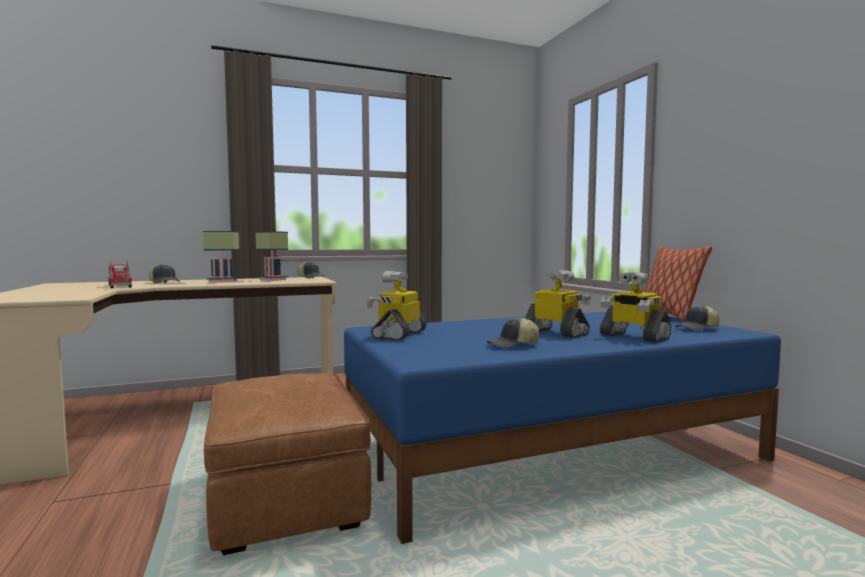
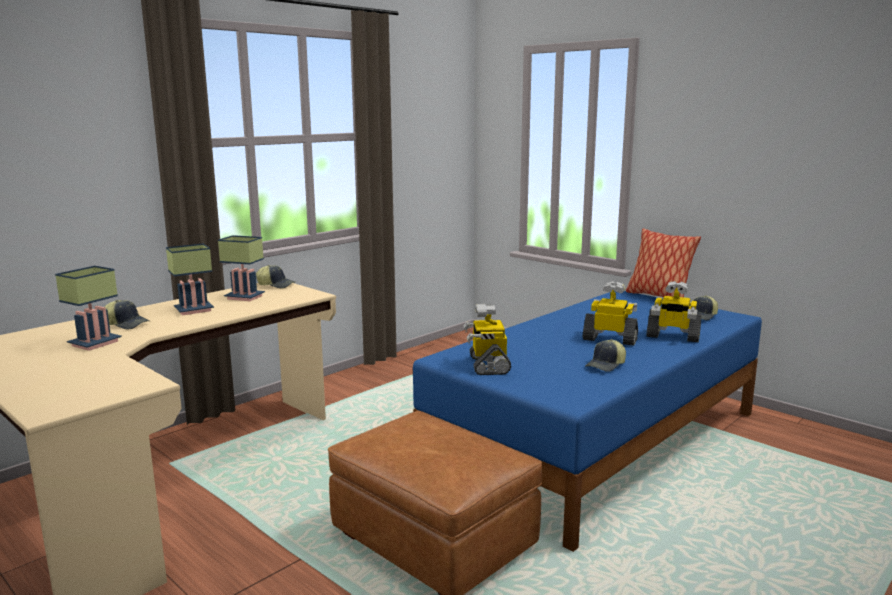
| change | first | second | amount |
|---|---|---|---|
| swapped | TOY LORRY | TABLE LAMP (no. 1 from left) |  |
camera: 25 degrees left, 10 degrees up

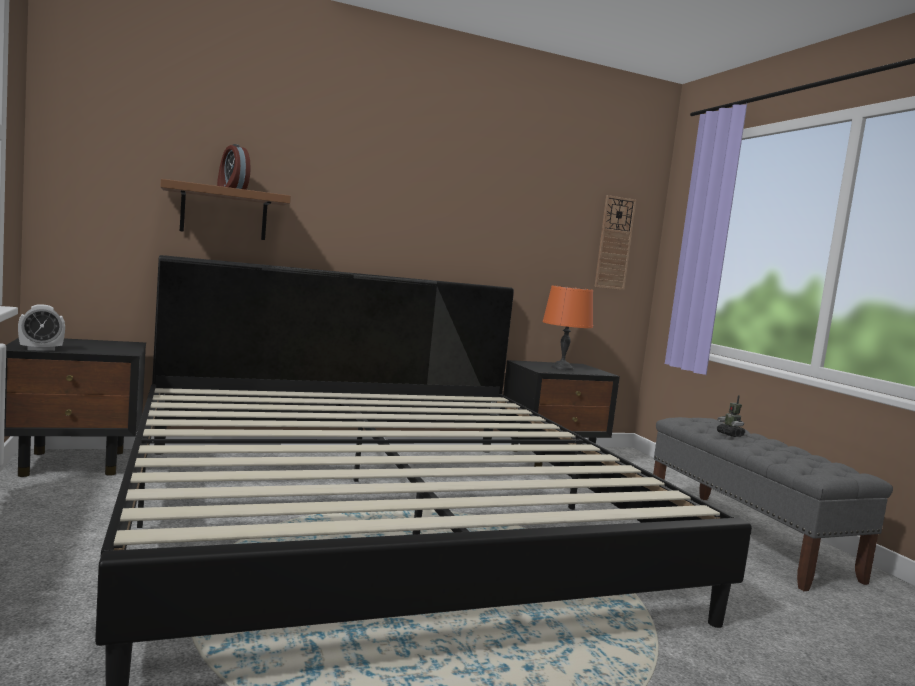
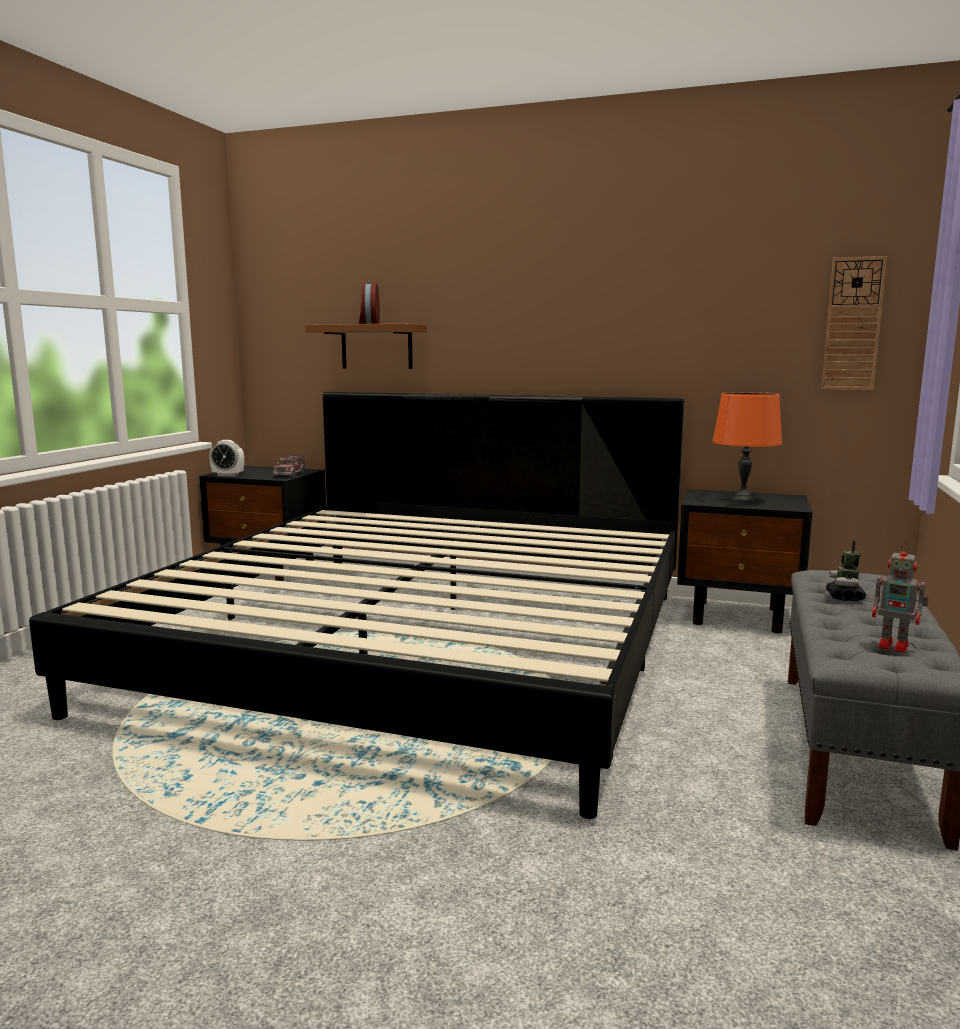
| change | first | second | amount |
|---|---|---|---|
| new |  | TOY LORRY |  |
| new |  | ROBOT FIGURE (no. 2 from left) |  |
camera: 40 degrees right, 5 degrees up

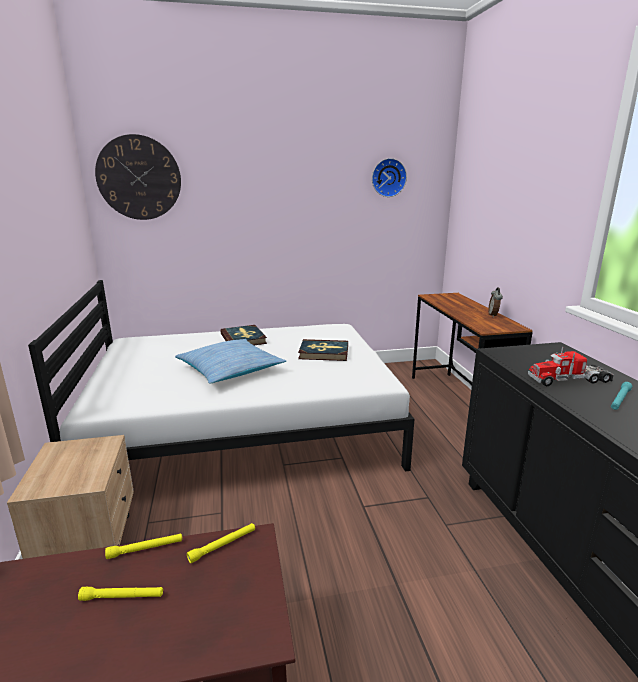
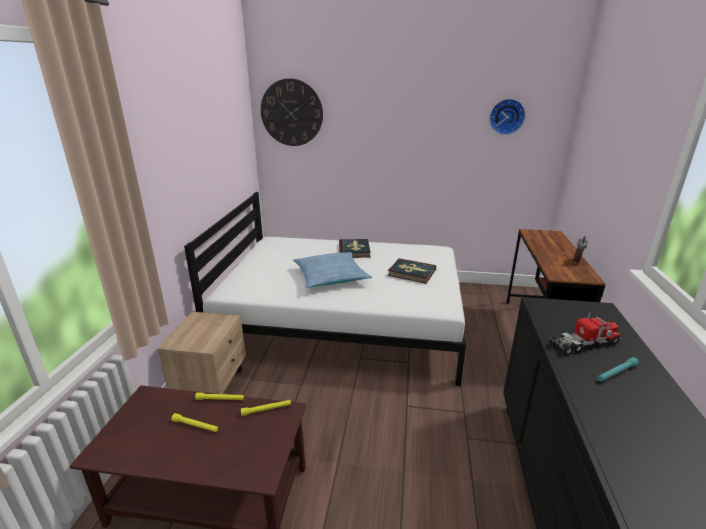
| change | first | second | amount |
|---|---|---|---|
| rotated | TOY LORRY |  | 150 degrees clockwise |
camera: 20 degrees right, 5 degrees up

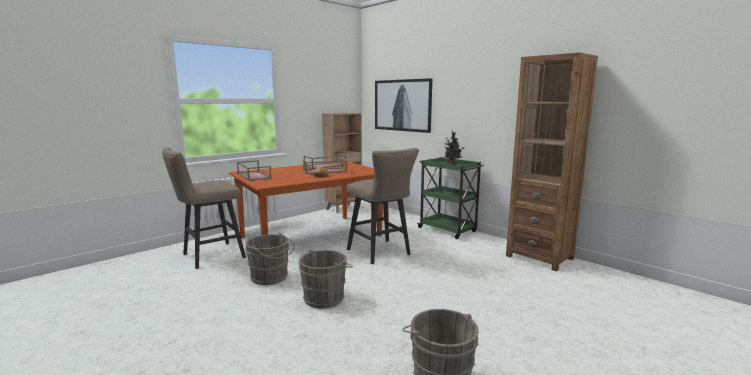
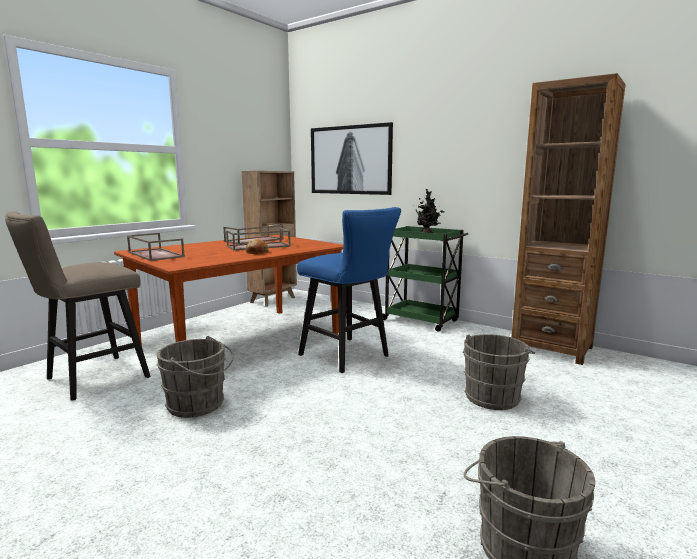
| change | first | second | amount |
|---|---|---|---|
| repainted | BEIGE-COLOURED STOOL (no. 2 from left) | BLUE STOOL |  |
| shifted | GREY WATER BUCKET (no. 2 from left) |  |  |
camera: 10 degrees left, 0 degrees up

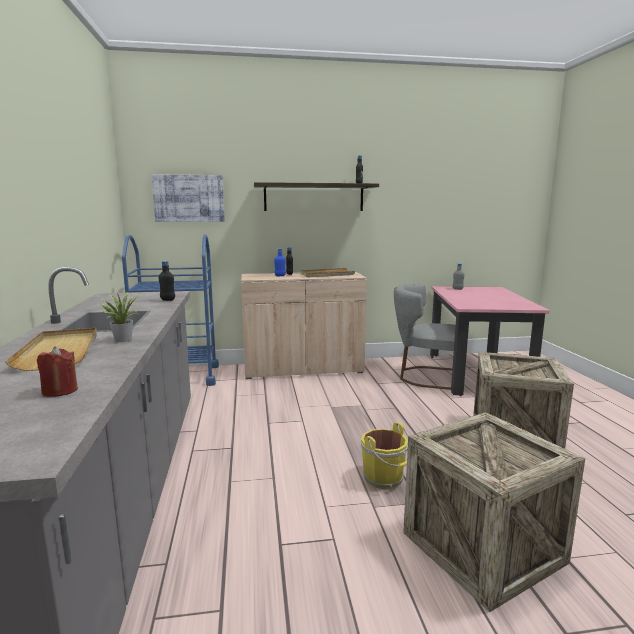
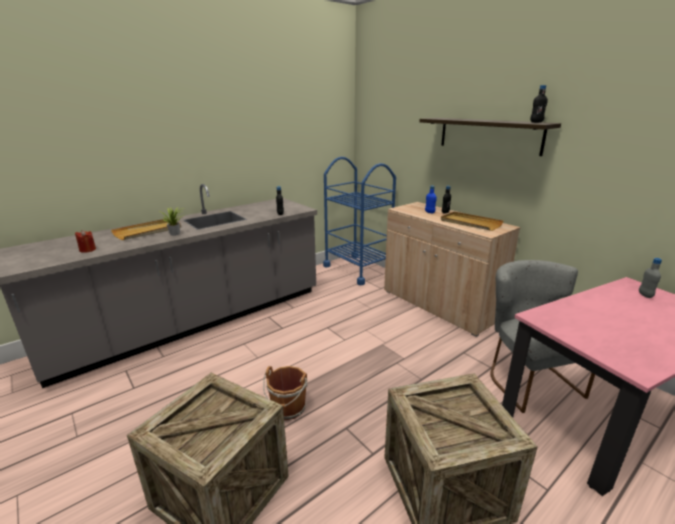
| change | first | second | amount |
|---|---|---|---|
| gone | WALL PICTURE |  |  |
| repainted | YELLOW-COLOURED WATER BUCKET | BROWN WATER BUCKET |  |
camera: 60 degrees right, 10 degrees up

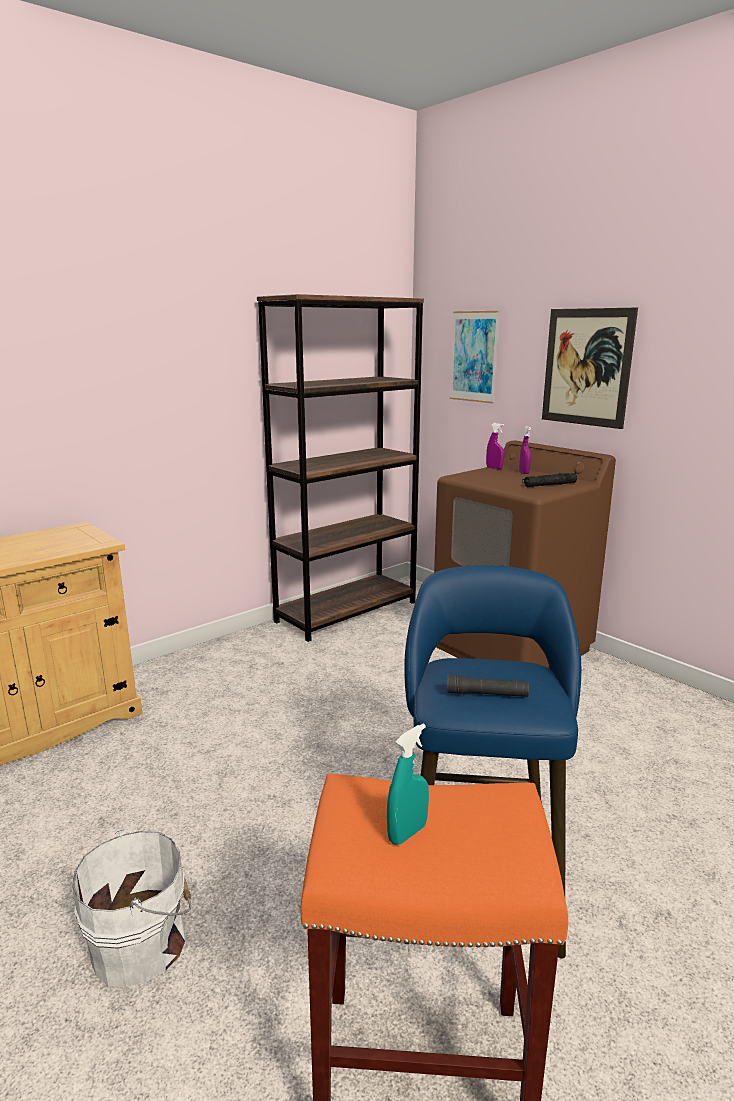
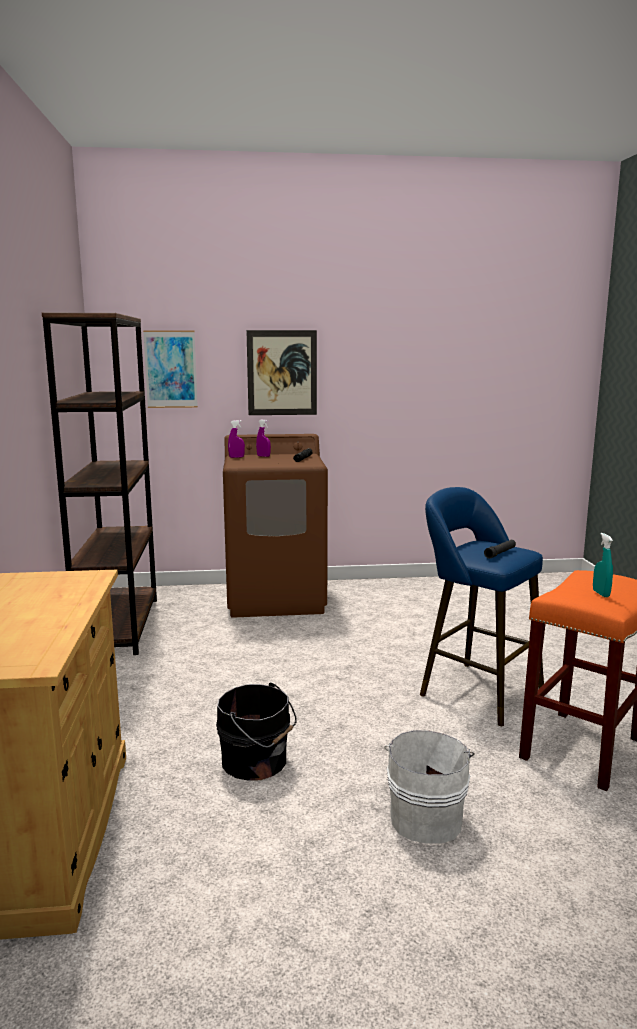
| change | first | second | amount |
|---|---|---|---|
| new |  | BLACK-COLOURED WATER BUCKET |  |
camera: 55 degrees left, 5 degrees down

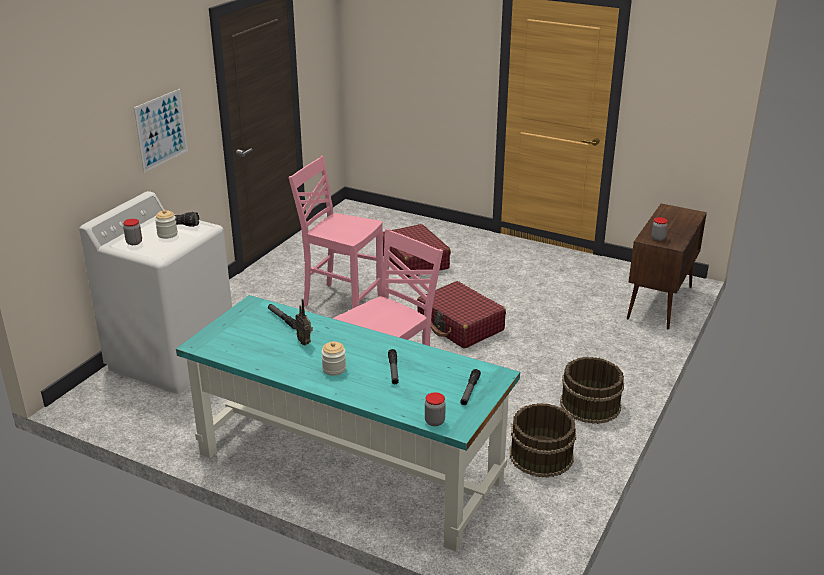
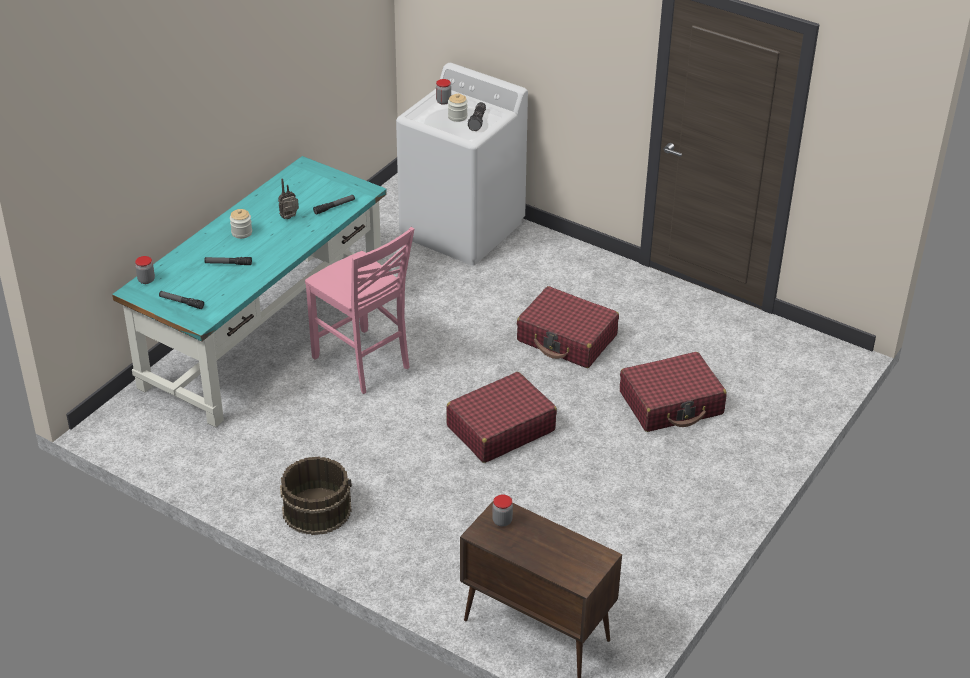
| change | first | second | amount |
|---|---|---|---|
| gone | WALL PICTURE |  |  |
| swapped | PINK-COLOURED PLAIN CHAIR (no. 1 from left) | RED-COLOURED TRAVEL CASE (no. 2 from left) |  |
| gone | BROWN WATER BUCKET (no. 1 from left) |  |  |
camera: 95 degrees right, 10 degrees up

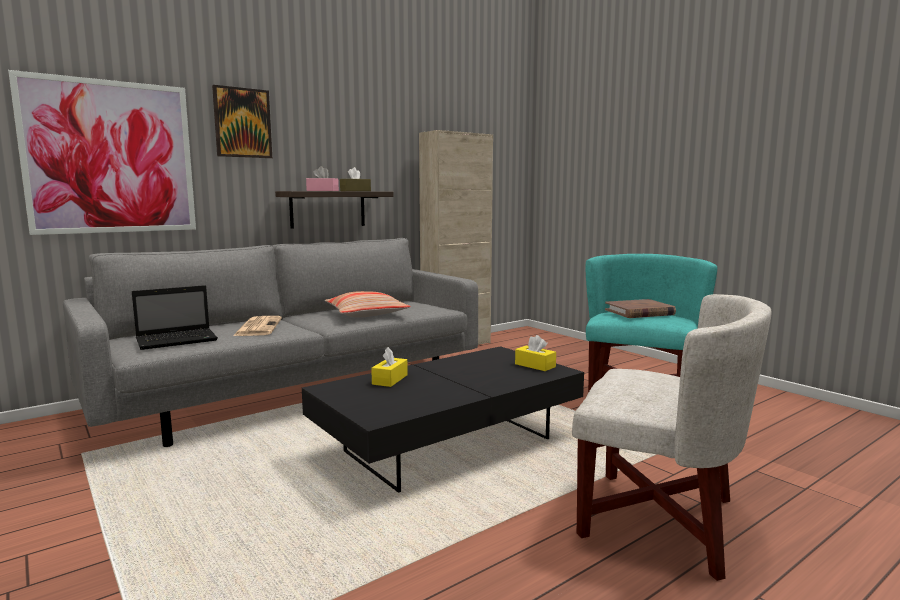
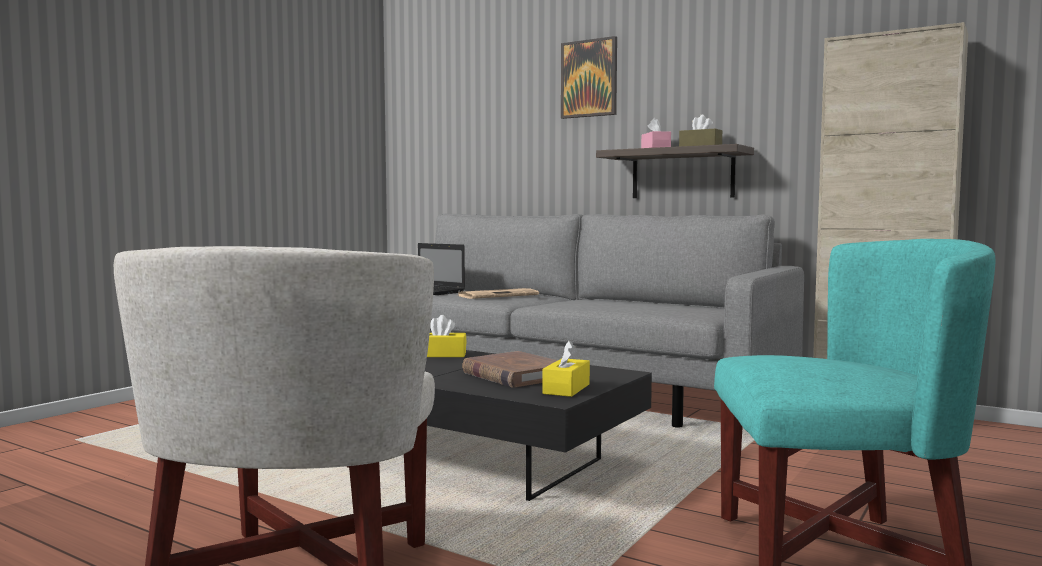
| change | first | second | amount |
|---|---|---|---|
| gone | WALL PICTURE (no. 1 from left) |  |  |
| gone | CUSHION |  |  |
| shifted | BROWN BOUND BOOK |  |  |
camera: 70 degrees right, 5 degrees down

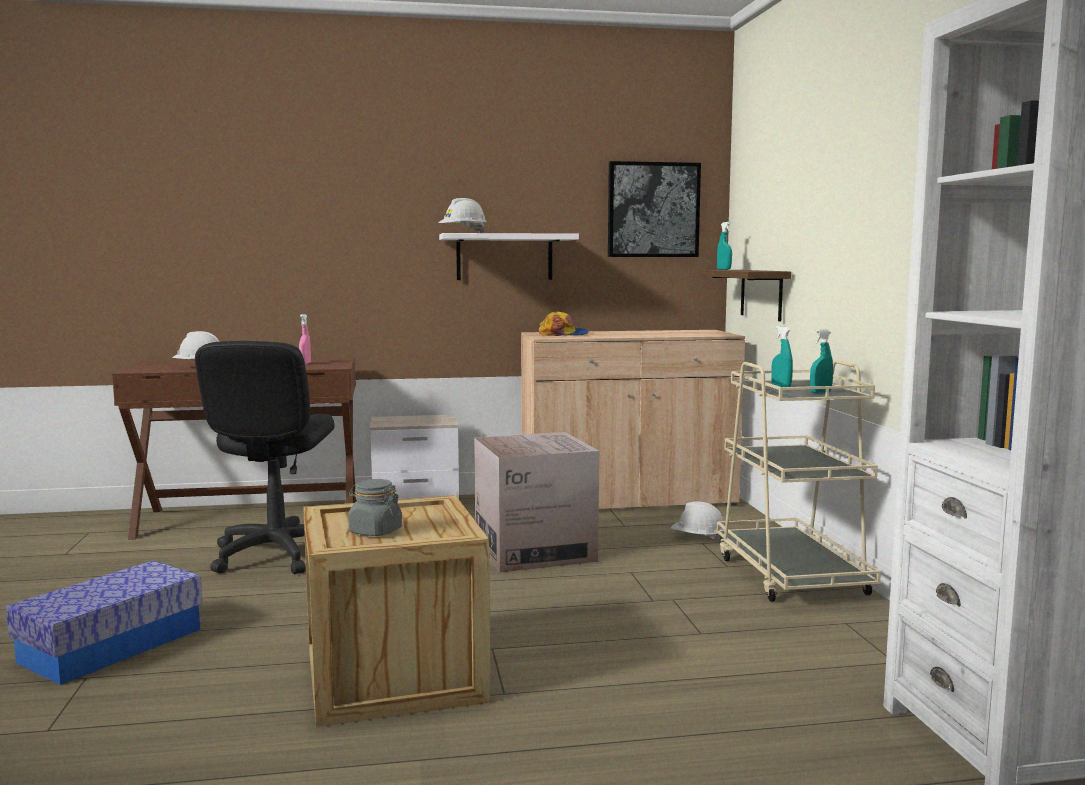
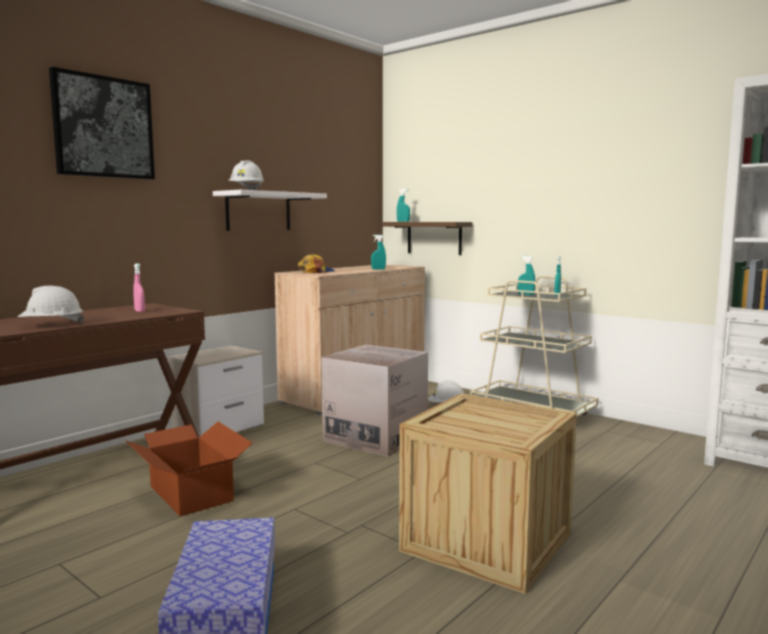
| change | first | second | amount |
|---|---|---|---|
| shifted | WALL PICTURE |  |  |
| swapped | BLACK-COLOURED OFFICE CHAIR | CARTON (no. 1 from left) |  |
| gone | GREY PRESERVE JAR |  |  |
| new |  | TURQUOISE SPRAY BOTTLE (no. 1 from left) |  |
camera: 40 degrees left, 0 degrees up

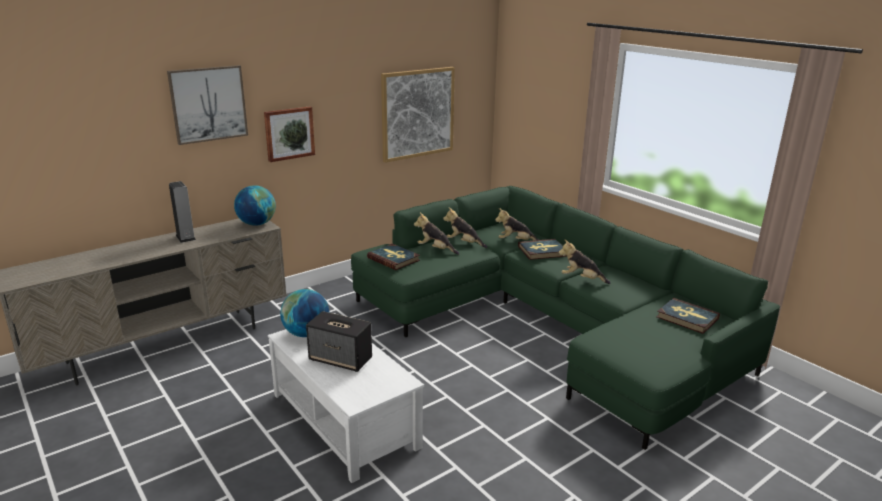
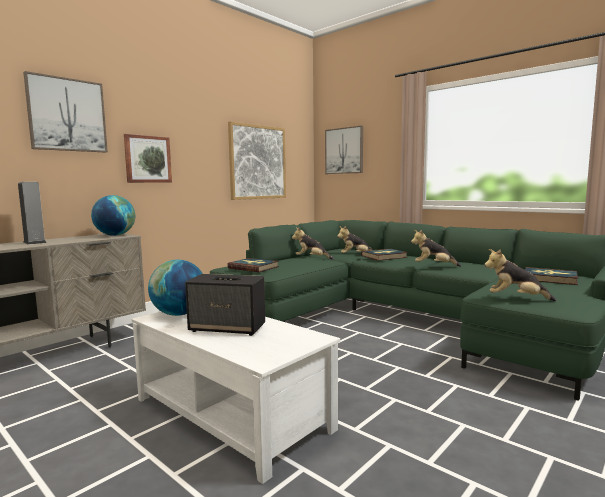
| change | first | second | amount |
|---|---|---|---|
| shifted | PLUSH TOY (no. 1 from left in the first image) | PLUSH TOY (no. 4 from left) |  |
| new |  | WALL PICTURE (no. 4 from left) |  |
camera: 10 degrees left, 15 degrees down

